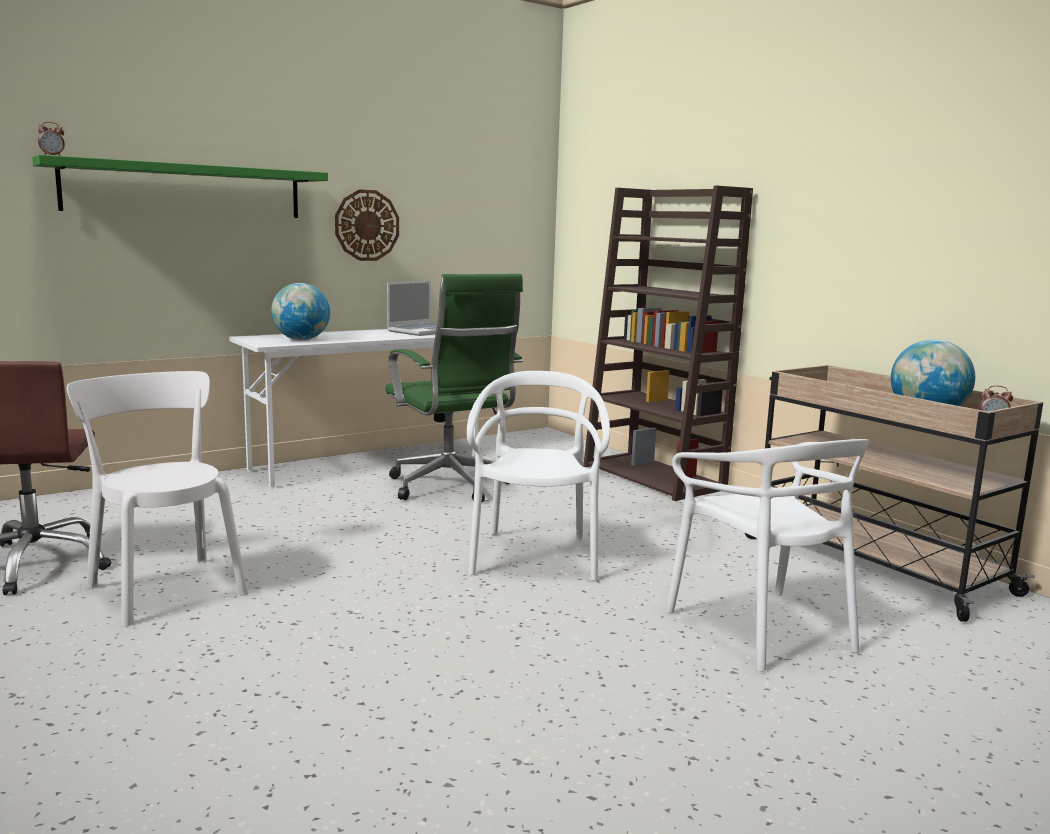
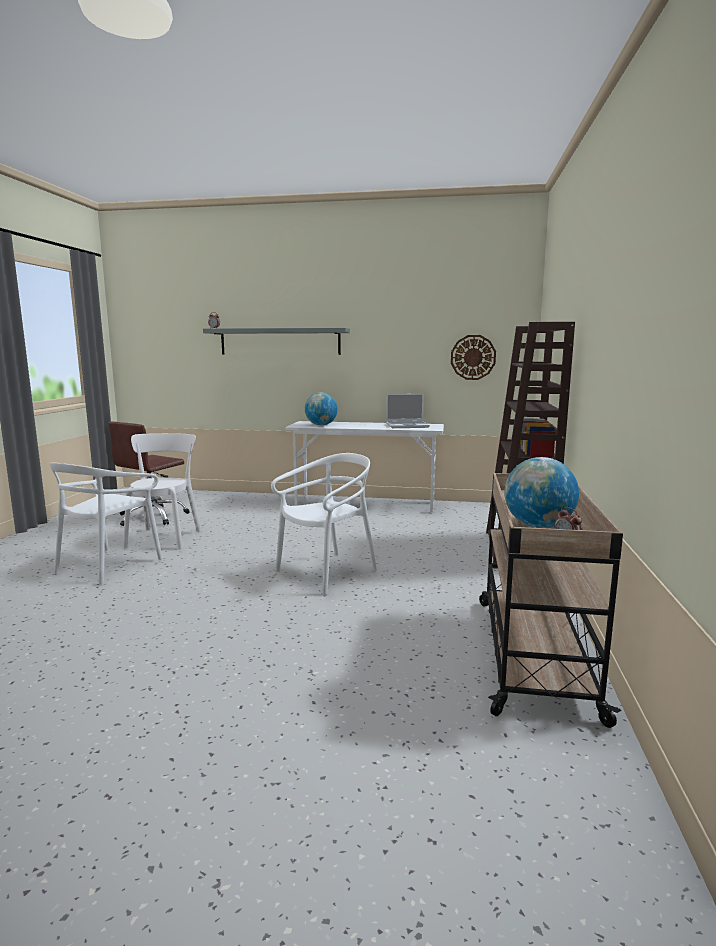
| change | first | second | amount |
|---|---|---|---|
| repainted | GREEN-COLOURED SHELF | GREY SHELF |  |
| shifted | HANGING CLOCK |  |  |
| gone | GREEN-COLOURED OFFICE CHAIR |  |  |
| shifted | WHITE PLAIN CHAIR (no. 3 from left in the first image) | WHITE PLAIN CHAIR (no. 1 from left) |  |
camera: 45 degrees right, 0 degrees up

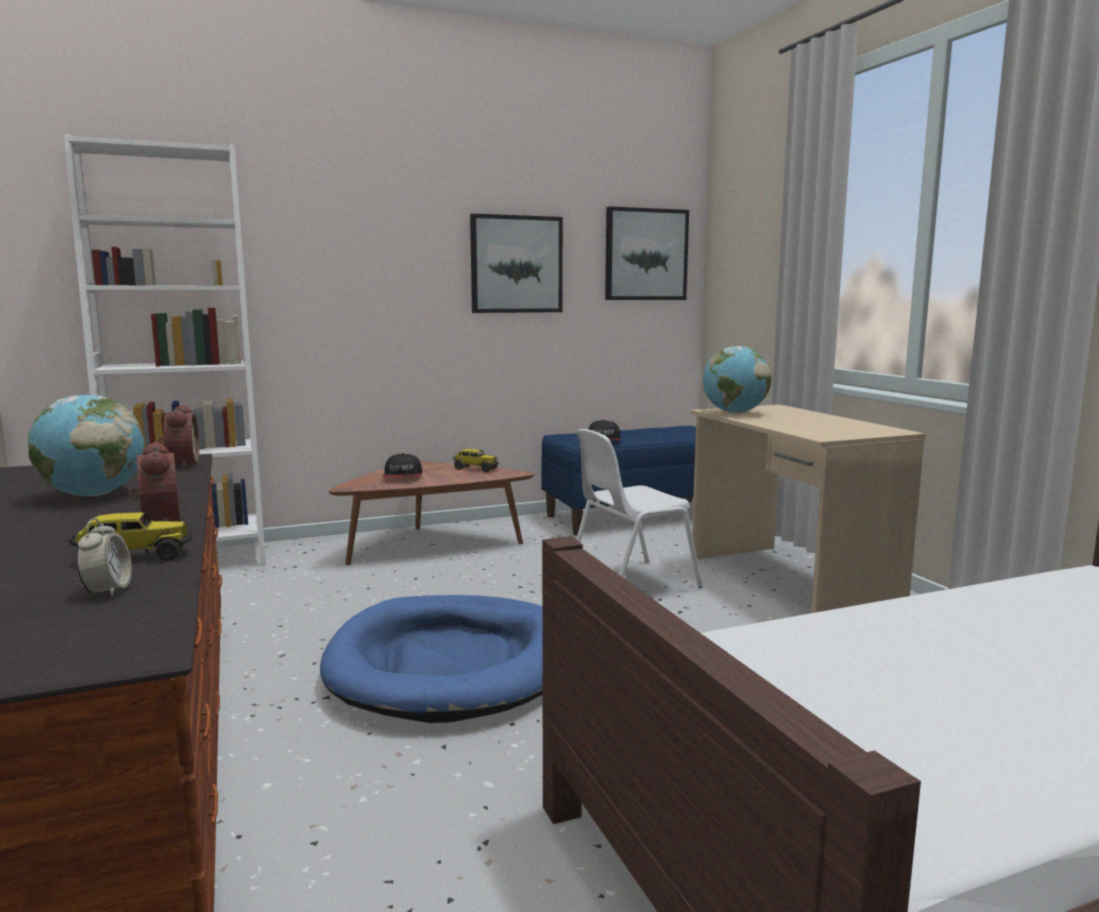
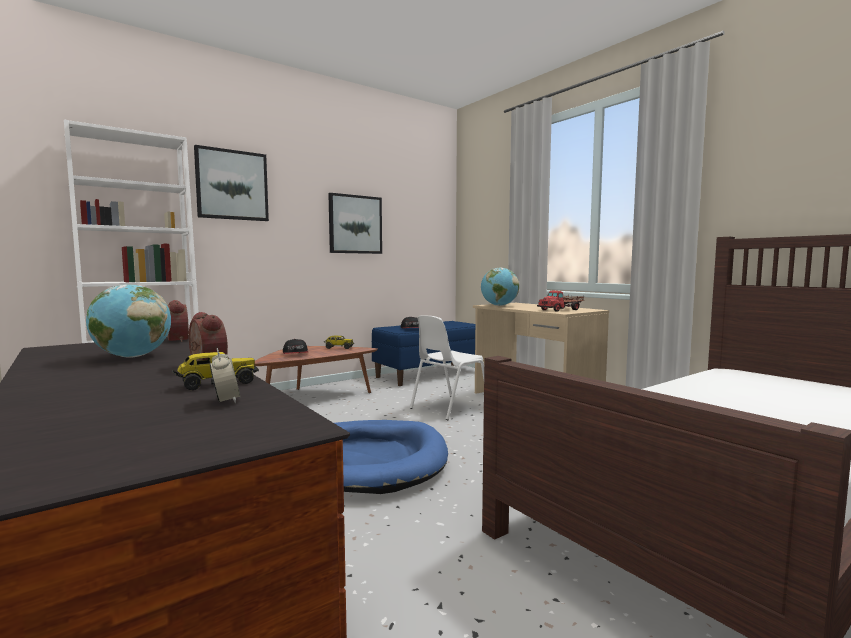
| change | first | second | amount |
|---|---|---|---|
| shifted | WALL PICTURE (no. 2 from left in the first image) | WALL PICTURE (no. 1 from left) |  |
| new |  | TOY LORRY (no. 3 from left) |  |
camera: 15 degrees left, 5 degrees down

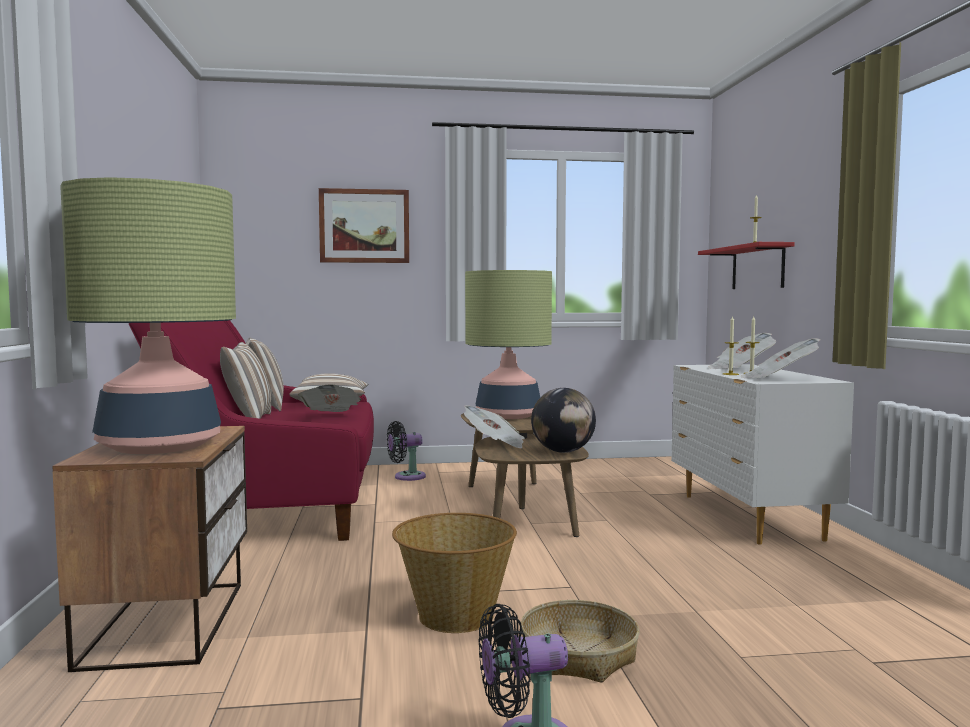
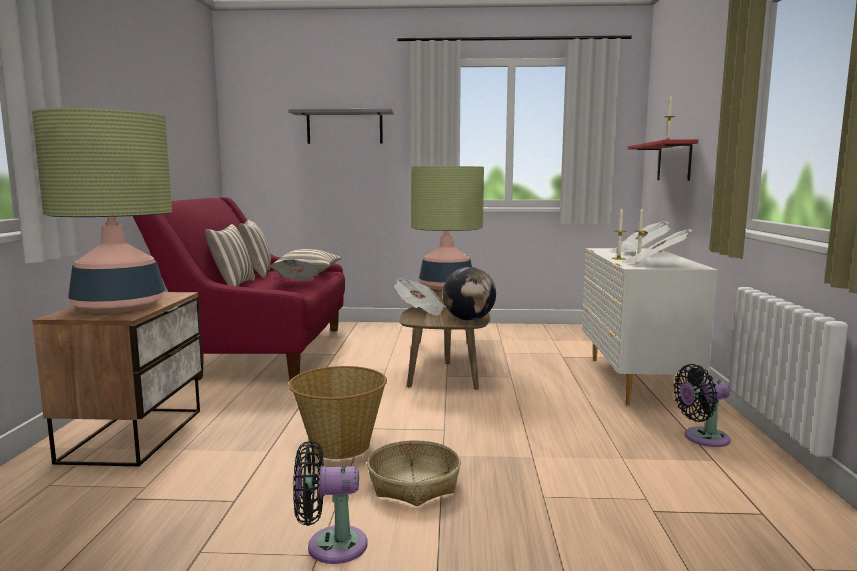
| change | first | second | amount |
|---|---|---|---|
| swapped | WALL PICTURE | GREY SHELF |  |
| shifted | BLACK-COLOURED COOLING FAN (no. 1 from left in the first image) | BLACK-COLOURED COOLING FAN (no. 2 from left) |  |
camera: 10 degrees right, 5 degrees up

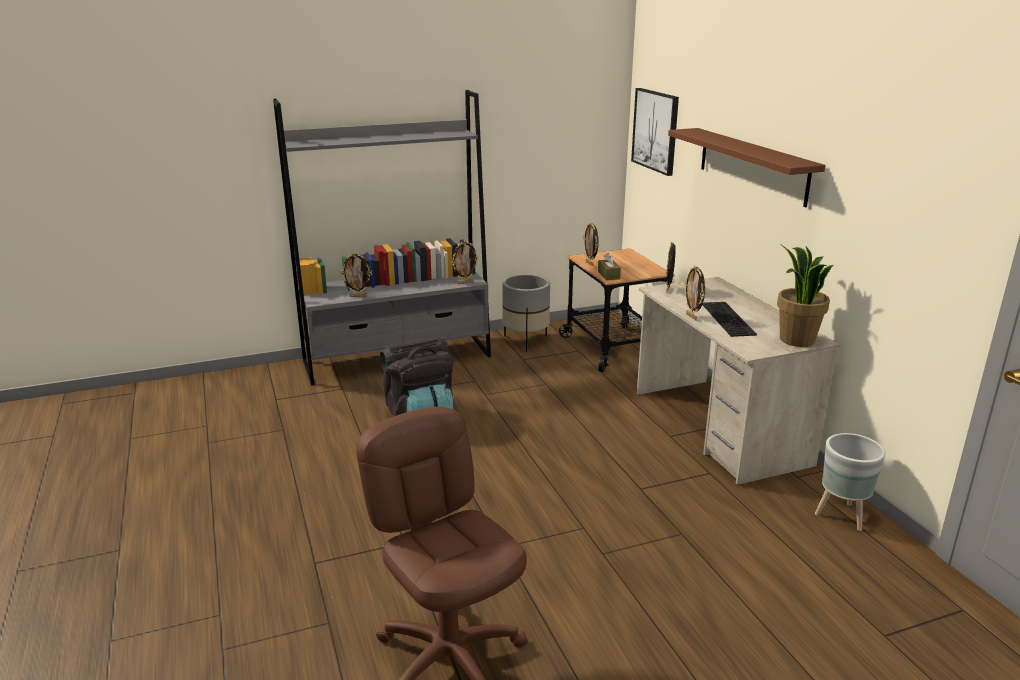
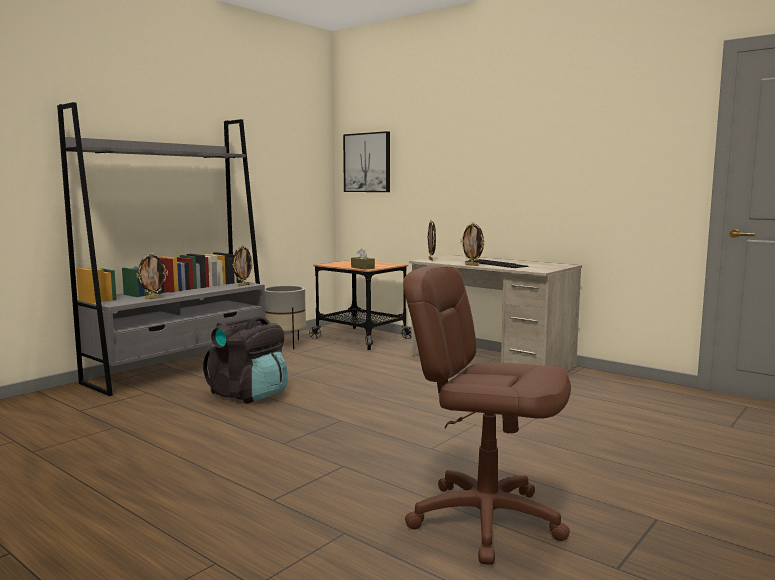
| change | first | second | amount |
|---|---|---|---|
| gone | BROWN SHELF |  |  |
| gone | STANDING FRAME (no. 3 from left) |  |  |
| gone | HOUSEPLANT |  |  |
| gone | GREY PLANTER (no. 2 from left) |  |  |
camera: 30 degrees left, 15 degrees down

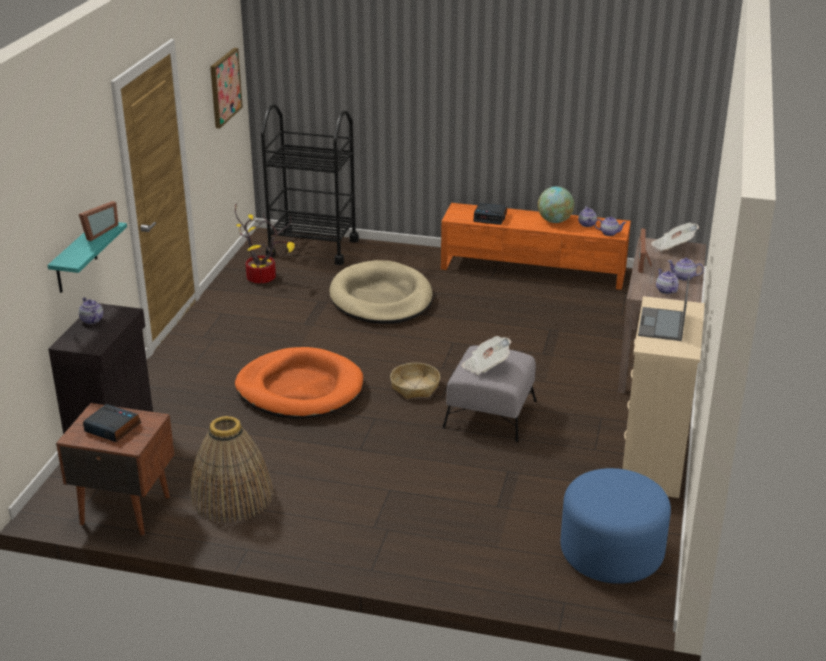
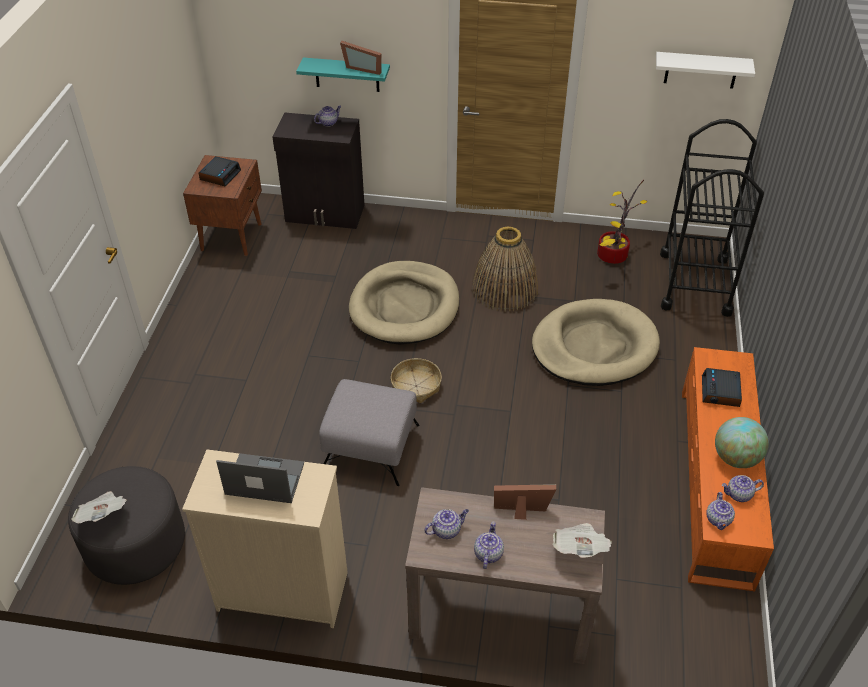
| change | first | second | amount |
|---|---|---|---|
| swapped | WALL PICTURE | WHITE SHELF |  |
| shifted | NEWSPAPER (no. 1 from left) |  |  |
| repainted | ORANGE-COLOURED DOG BED | BEIGE-COLOURED DOG BED (no. 1 from left) |  |
| shifted | STORAGE BASKET (no. 1 from left in the first image) | STORAGE BASKET (no. 2 from left) |  |
| repainted | BLUE OTTOMAN | GREY OTTOMAN (no. 1 from left) |  |
camera: 85 degrees right, 15 degrees up

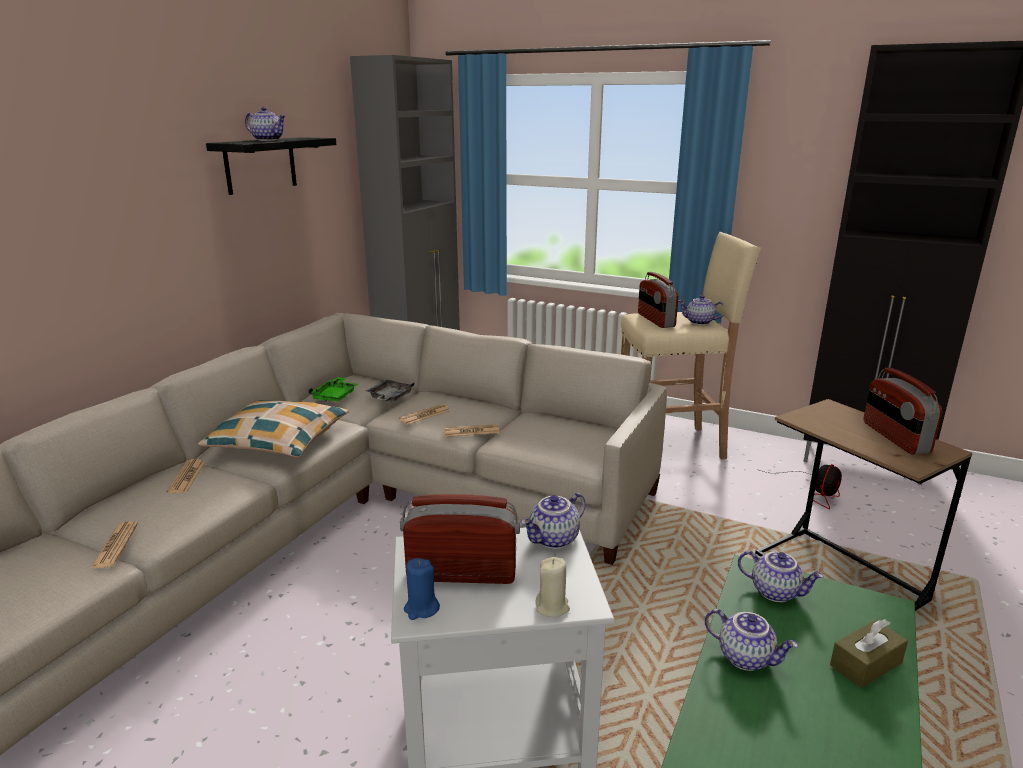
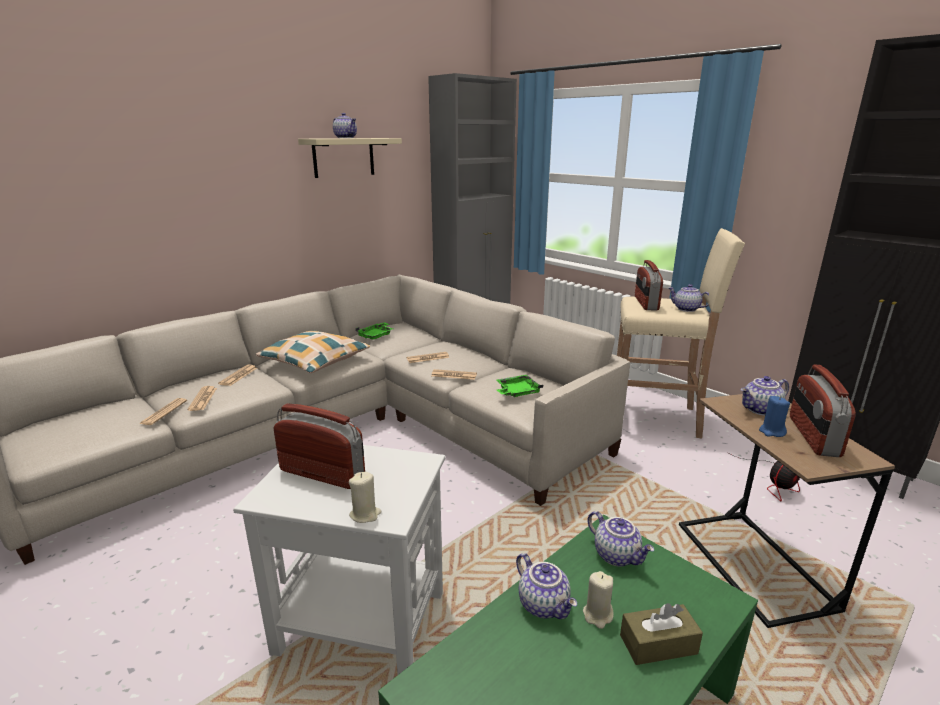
| change | first | second | amount |
|---|---|---|---|
| repainted | BLACK-COLOURED SHELF | BEIGE-COLOURED SHELF |  |
| gone | GREY CARRYING TRAY |  |  |
| shifted | TEA POT (no. 2 from left in the first image) | TEA POT (no. 5 from left) |  |
| shifted | BLUE CANDLE |  |  |
| new |  | GREEN-COLOURED CARRYING TRAY (no. 2 from left) |  |
| new |  | NEWSPAPER (no. 2 from left) |  |
| new |  | BEIGE-COLOURED CANDLE (no. 2 from left) |  |
camera: 20 degrees right, 0 degrees up

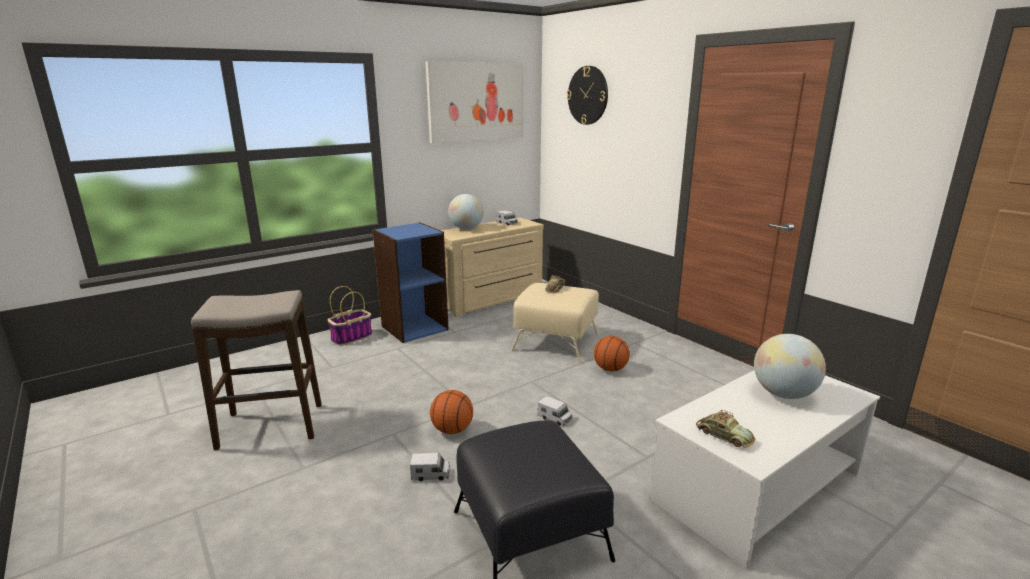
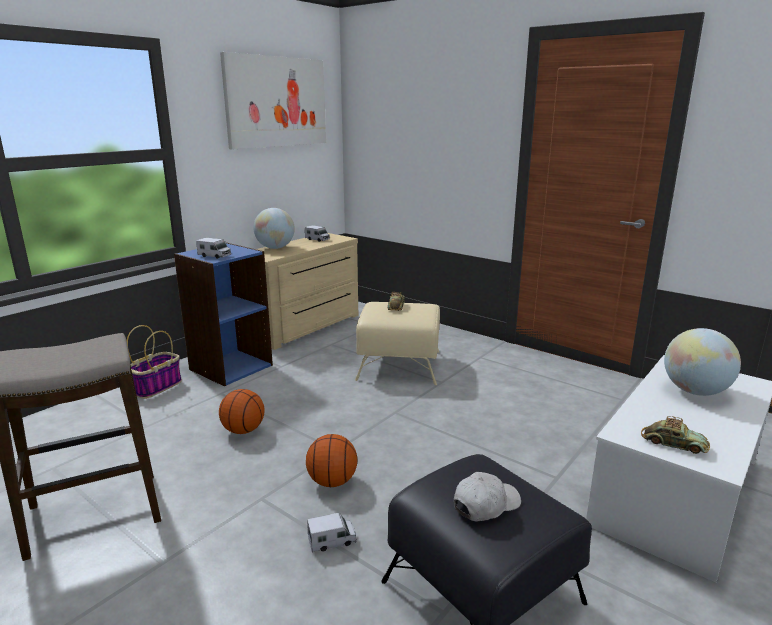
| change | first | second | amount |
|---|---|---|---|
| gone | HANGING CLOCK |  |  |
| shifted | BASKETBALL (no. 2 from left in the first image) | BASKETBALL (no. 1 from left) |  |
| shifted | TOY LORRY (no. 3 from left in the first image) | TOY LORRY (no. 1 from left) |  |
| new |  | WHITE BASEBALL CAP |  |
camera: 15 degrees left, 0 degrees up

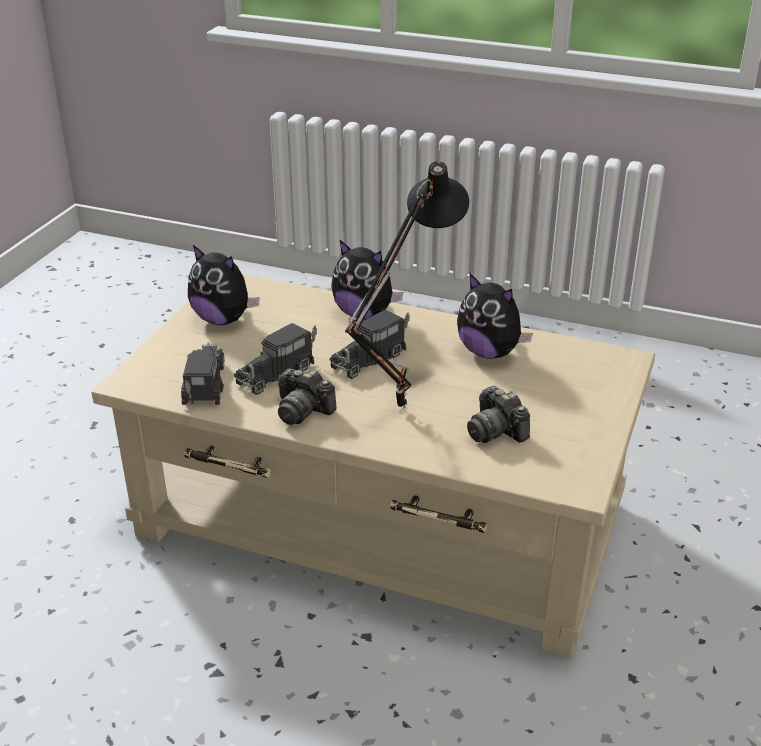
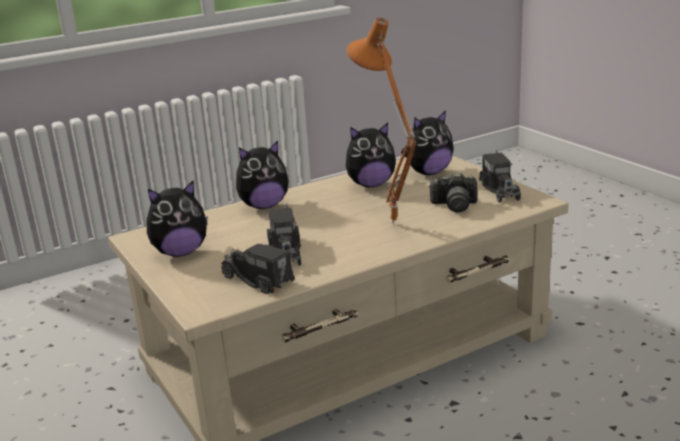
| change | first | second | amount |
|---|---|---|---|
| repainted | BLACK-COLOURED TABLE LAMP | ORANGE-COLOURED TABLE LAMP |  |
| shifted | TOY LORRY (no. 3 from left) |  |  |
| gone | PHOTO CAMERA (no. 1 from left) |  |  |
| new |  | PLUSH TOY (no. 4 from left) |  |
camera: 50 degrees left, 10 degrees down

